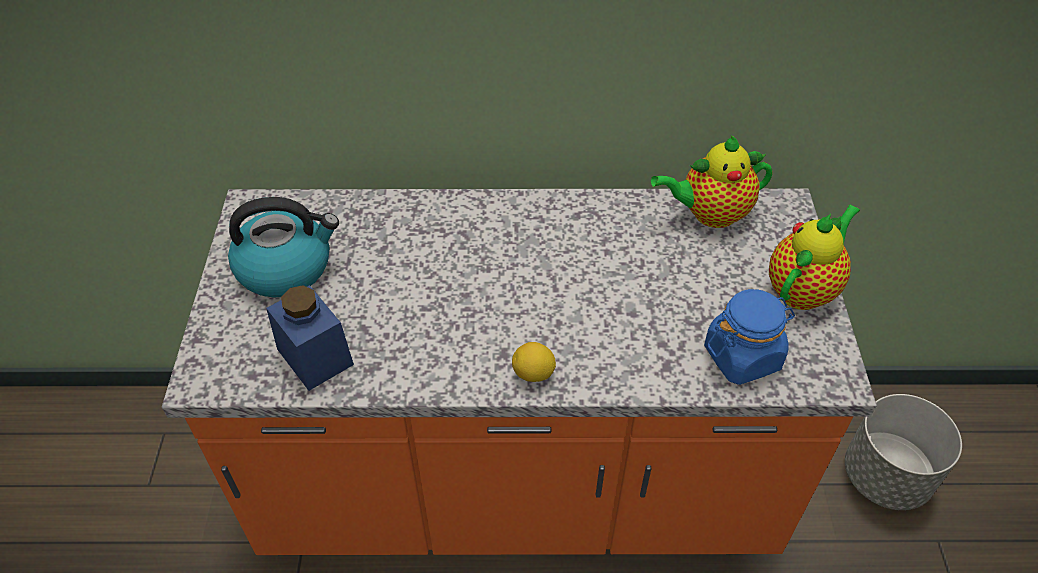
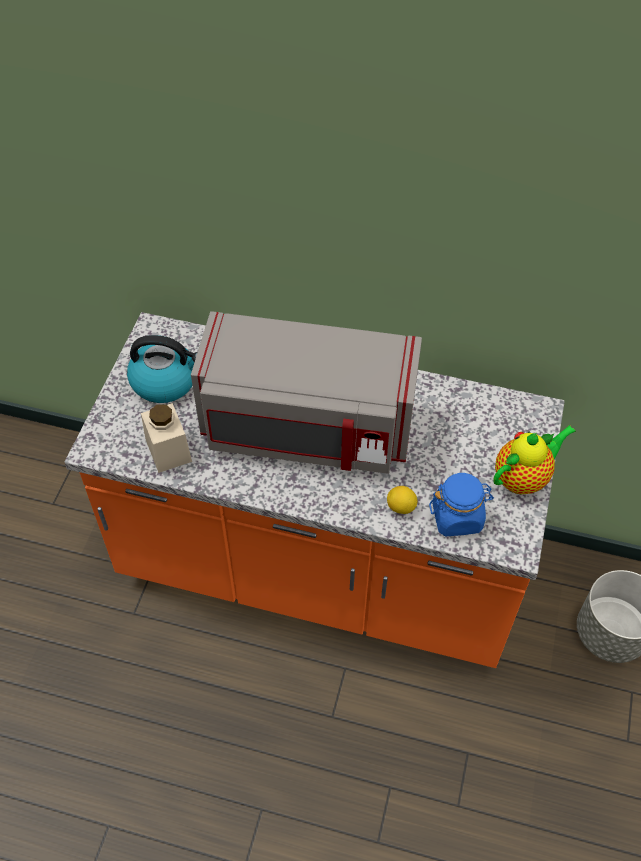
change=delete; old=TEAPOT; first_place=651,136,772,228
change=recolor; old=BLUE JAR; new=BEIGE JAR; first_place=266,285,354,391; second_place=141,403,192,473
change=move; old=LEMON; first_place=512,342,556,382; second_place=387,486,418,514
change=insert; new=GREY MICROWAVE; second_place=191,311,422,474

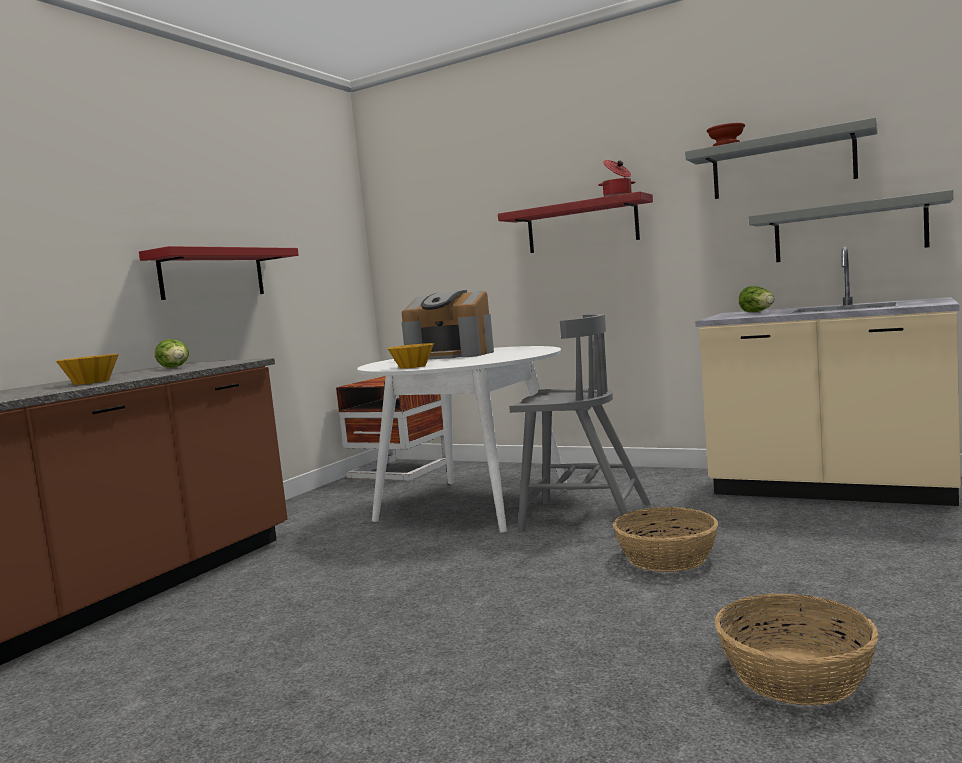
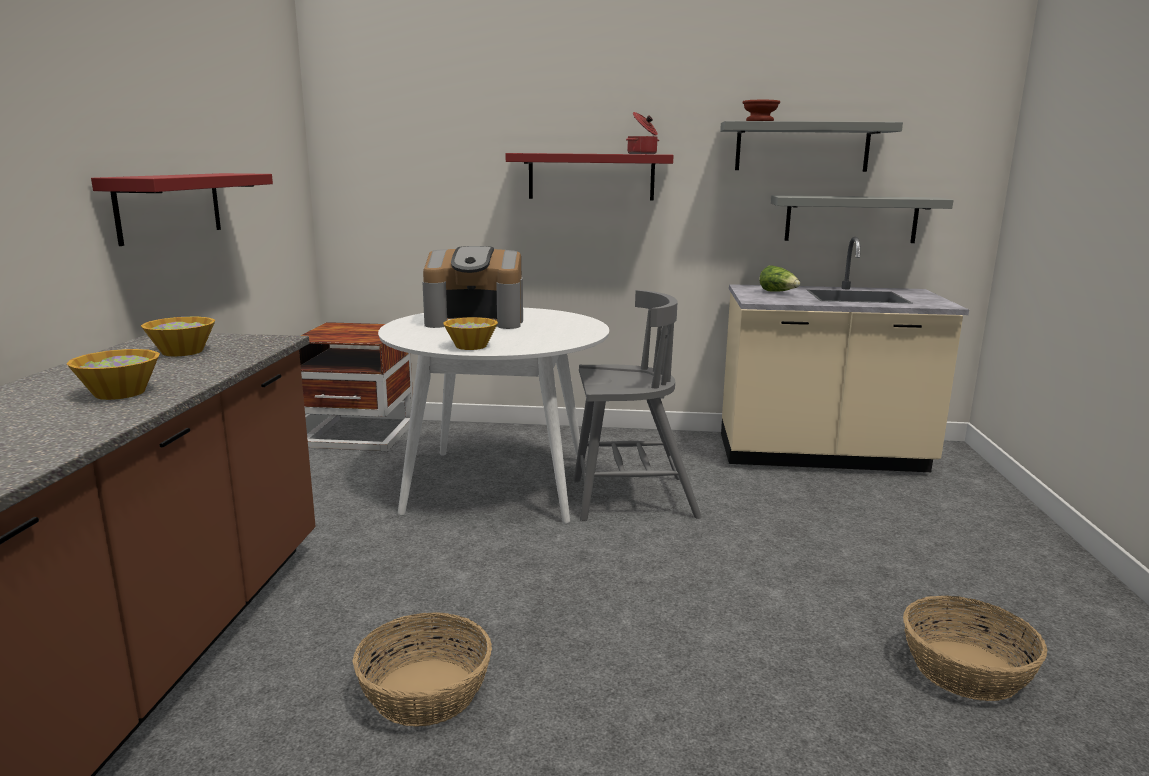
change=replace; old=LETTUCE; new=BOWL; first_place=155,339,189,368; second_place=141,317,215,356
change=move; old=BASKET; first_place=613,507,719,572; second_place=352,612,492,727

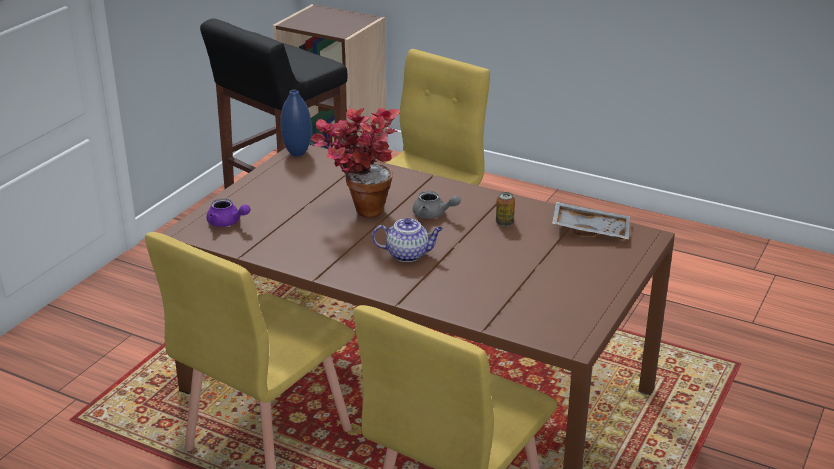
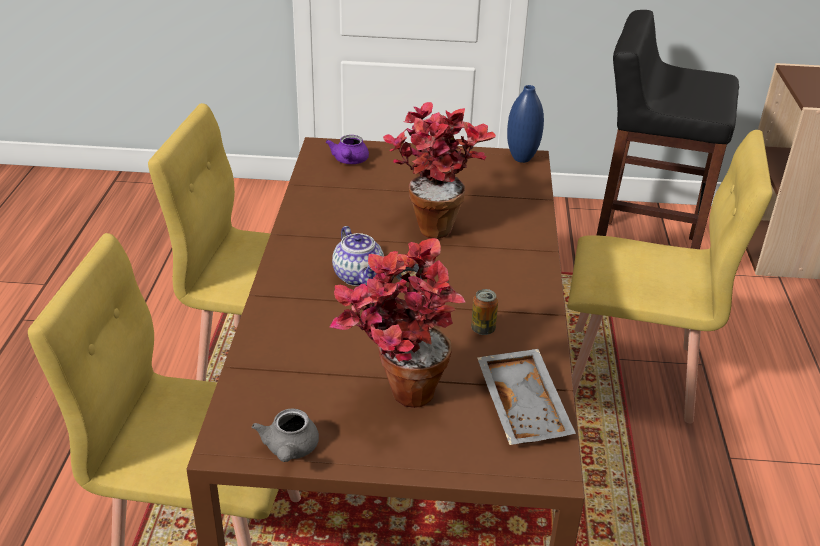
change=move; old=GREY TEAPOT; first_place=413,191,461,219; second_place=252,408,319,462
change=insert; new=POTTED PLANT; second_place=330,238,465,408

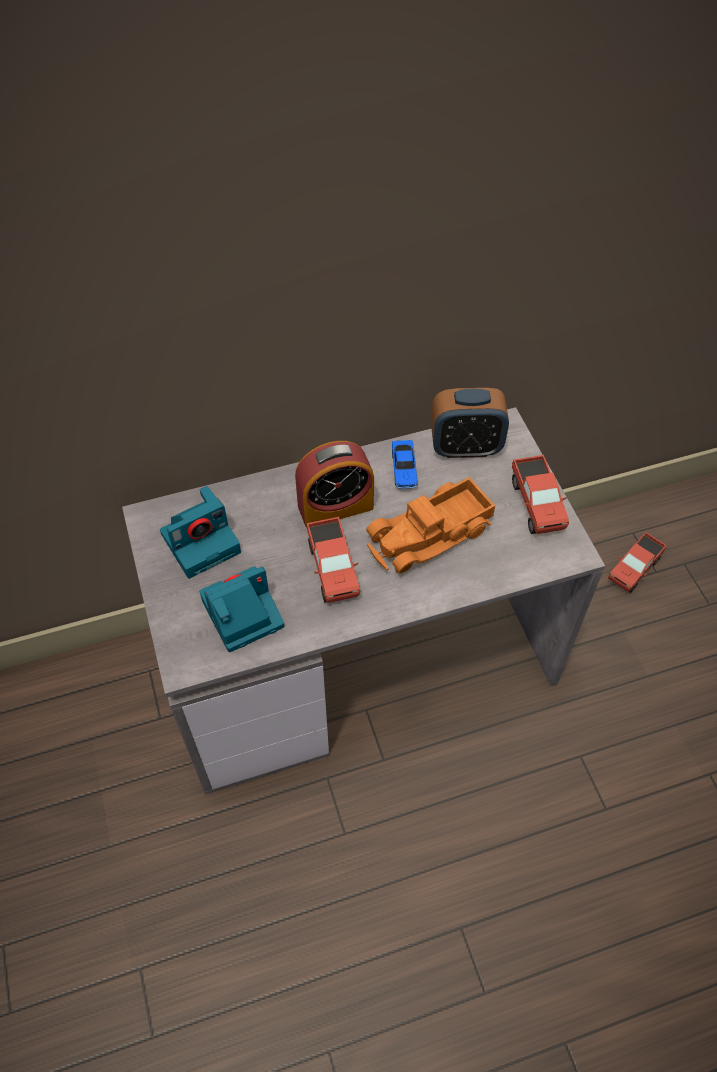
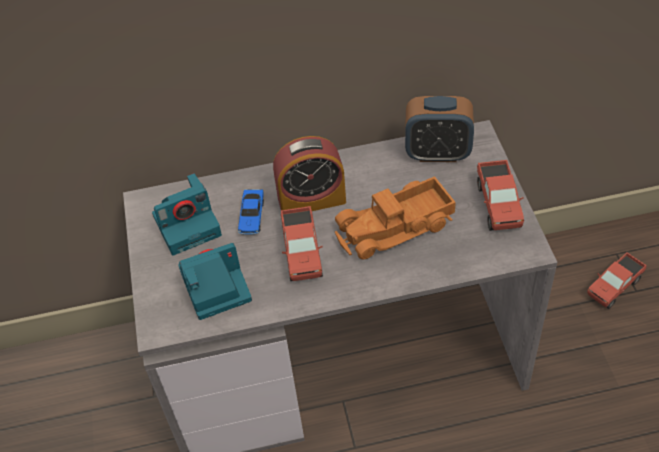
change=move; old=TOY CAR; first_place=392,440,418,489; second_place=238,190,264,235

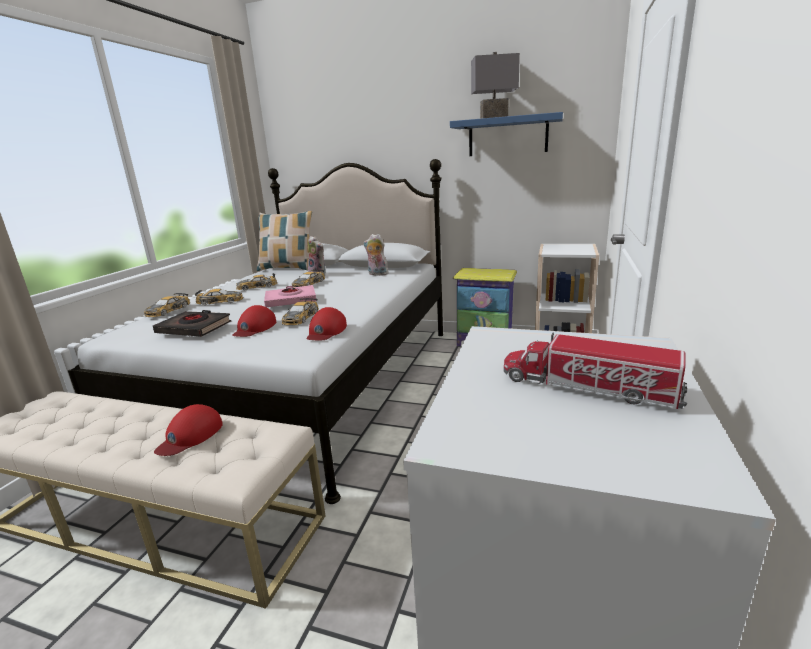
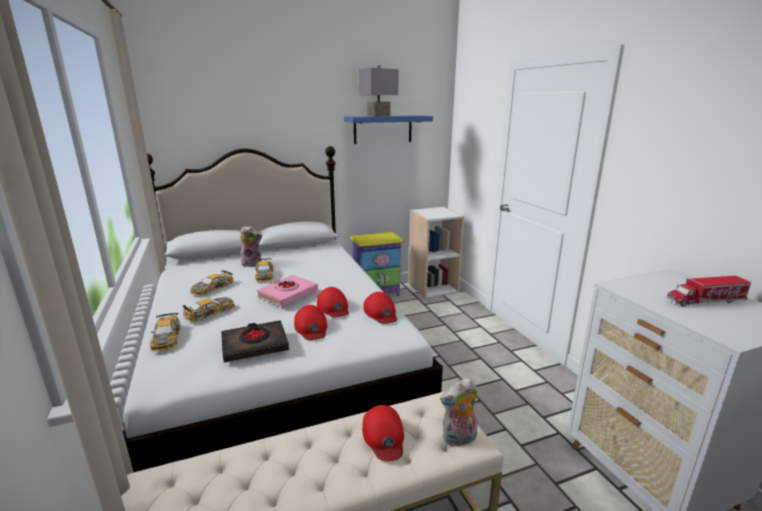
change=delete; old=PILLOW; first_place=257,211,312,271
change=move; old=PLUSH TOY; first_place=363,234,389,276; second_place=440,378,478,447
change=replace; old=TOY CAR; new=RED CAP; first_place=282,298,319,325; second_place=317,287,349,318

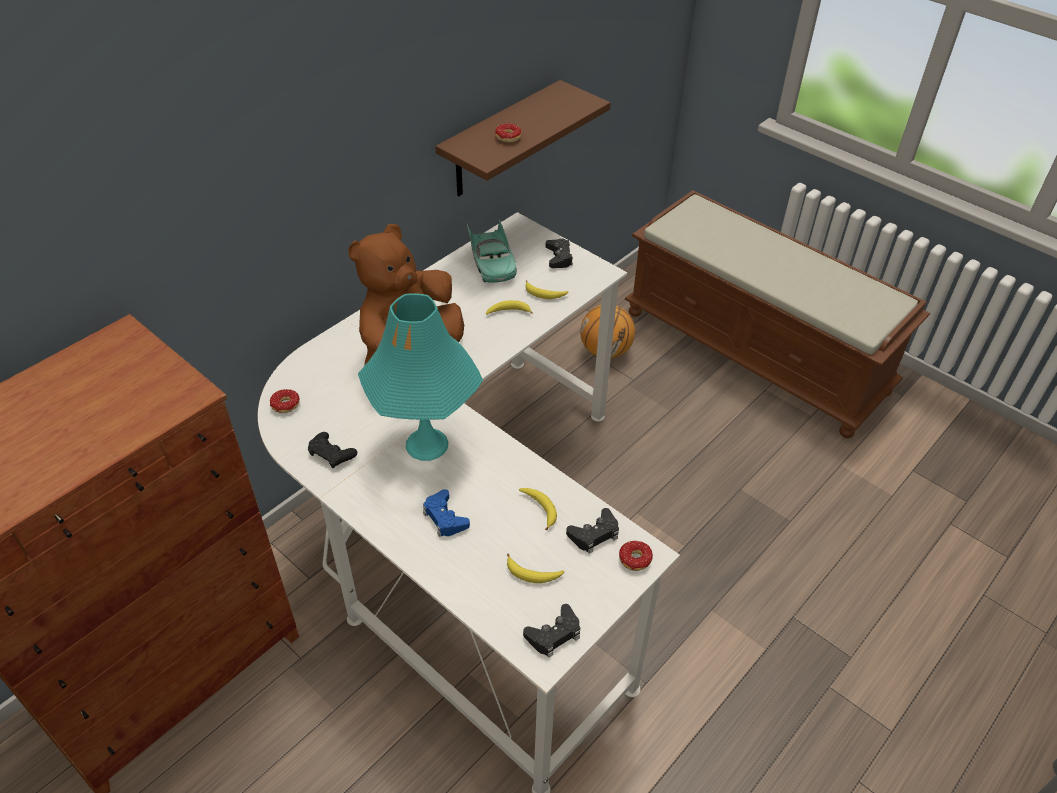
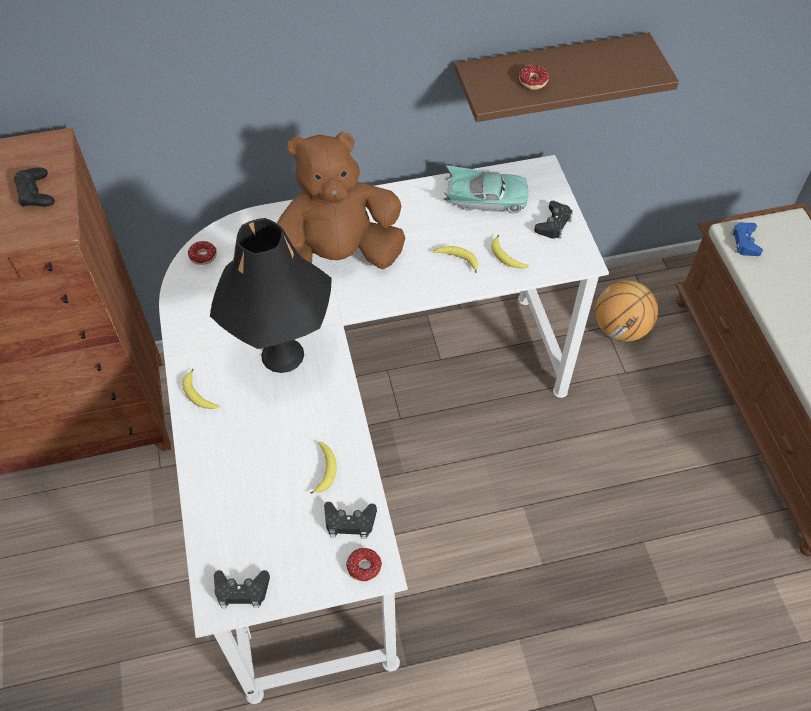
change=rotate; old=TURQUOISE TOY CAR; first_place=467,219,517,283; second_place=443,166,528,213; degrees=-105
change=recolor; old=TURQUOISE TABLE LAMP; new=BLACK TABLE LAMP; first_place=358,293,483,461; second_place=210,218,332,373
change=move; old=BLACK GAME CONTROLLER; first_place=308,432,357,468; second_place=14,167,55,207
change=move; old=BLUE GAME CONTROLLER; first_place=423,489,470,537; second_place=731,222,763,256
change=move; old=BANANA; first_place=507,553,564,583; second_place=182,369,220,409

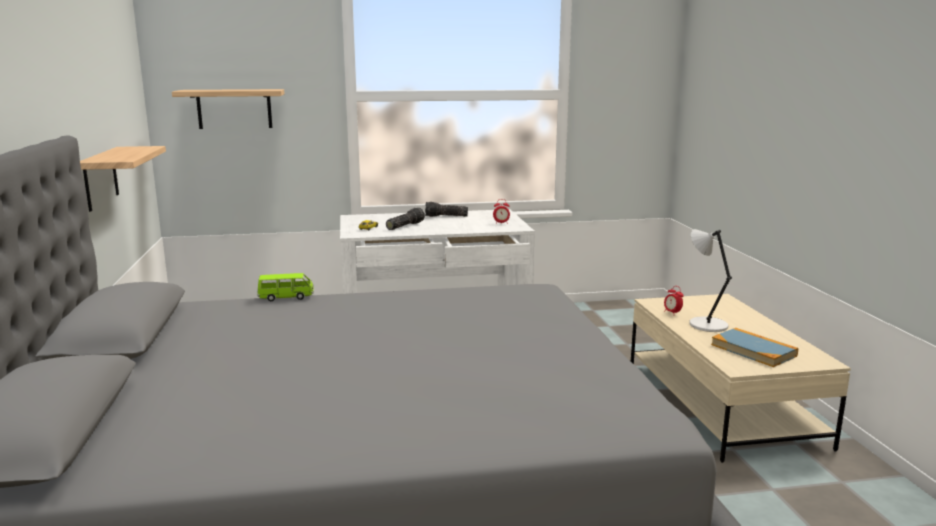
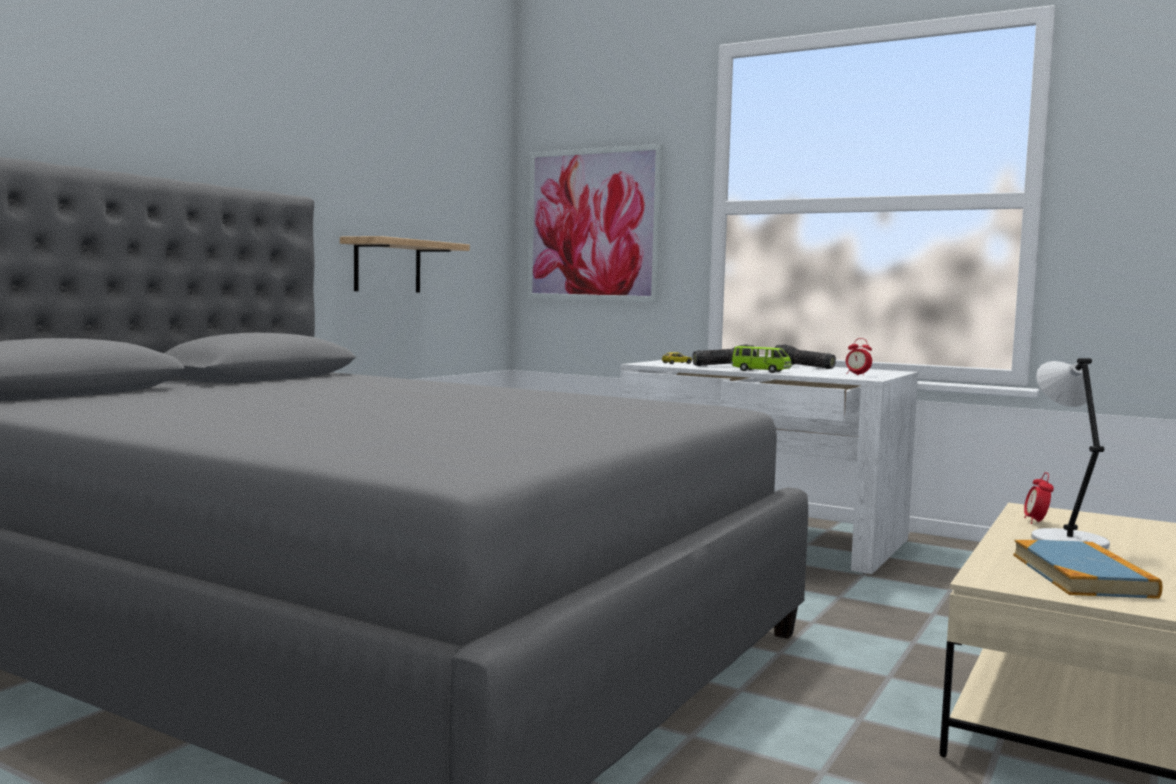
change=replace; old=SHELF; new=PICTURE; first_place=172,89,285,129; second_place=527,144,663,302
change=move; old=GREEN TOY CAR; first_place=257,273,314,301; second_place=731,346,792,373

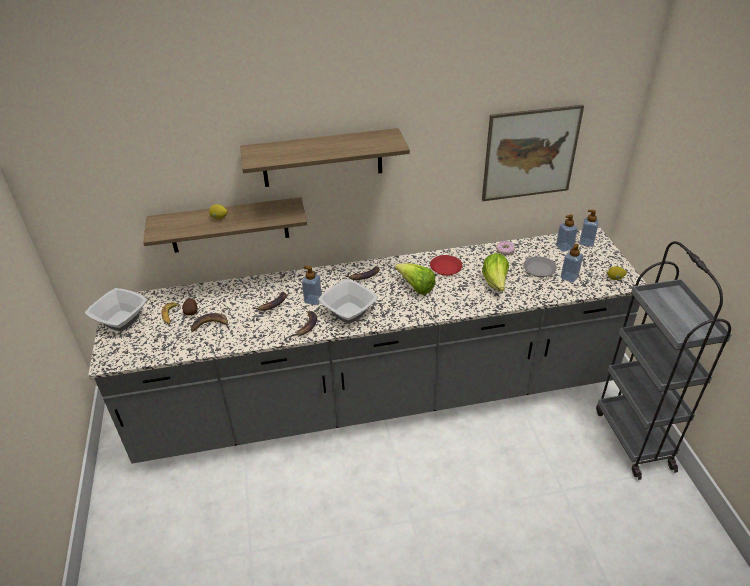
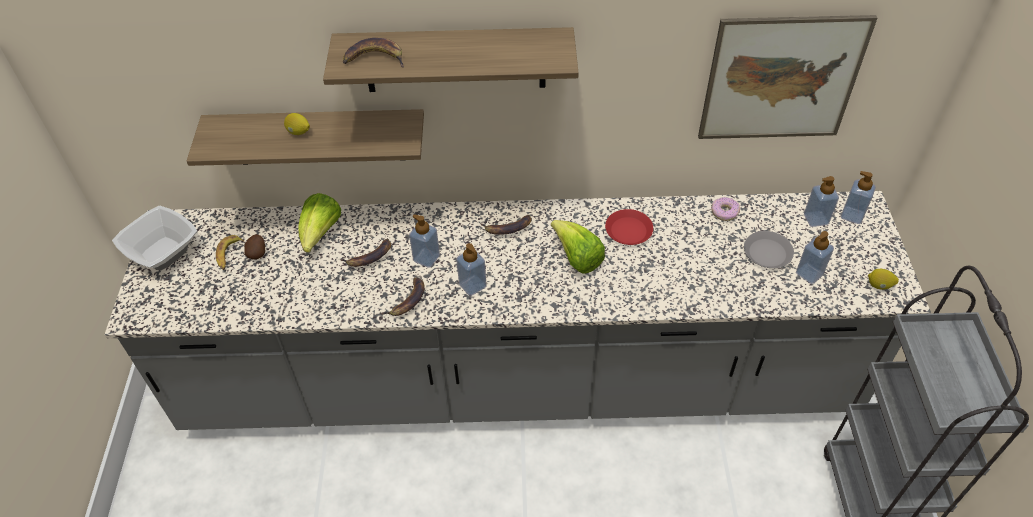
change=move; old=LETTUCE; first_place=482,253,509,291; second_place=298,193,341,253
change=replace; old=BOWL; new=SOAP DISPENSER; first_place=318,279,378,324; second_place=456,243,487,296
change=move; old=BANANA; first_place=191,313,230,332; second_place=343,38,404,68

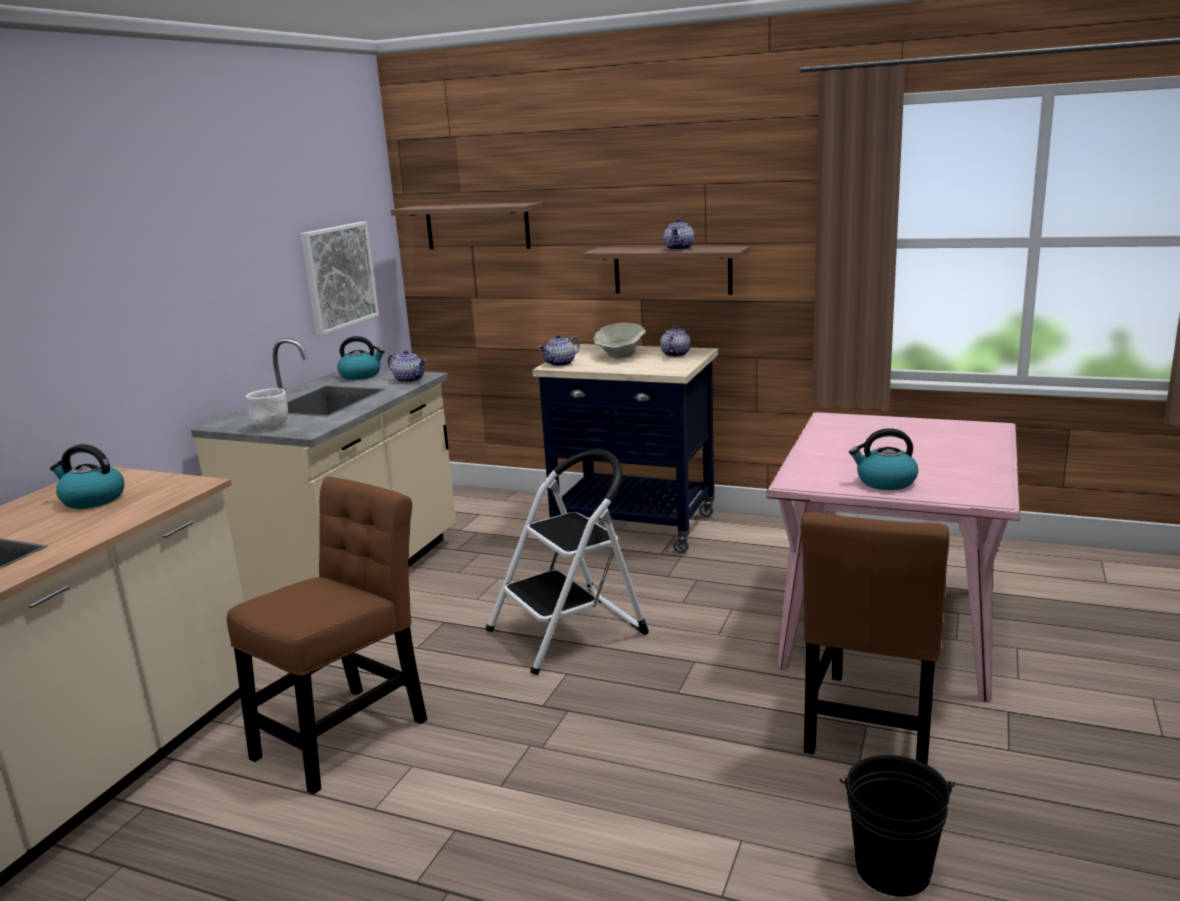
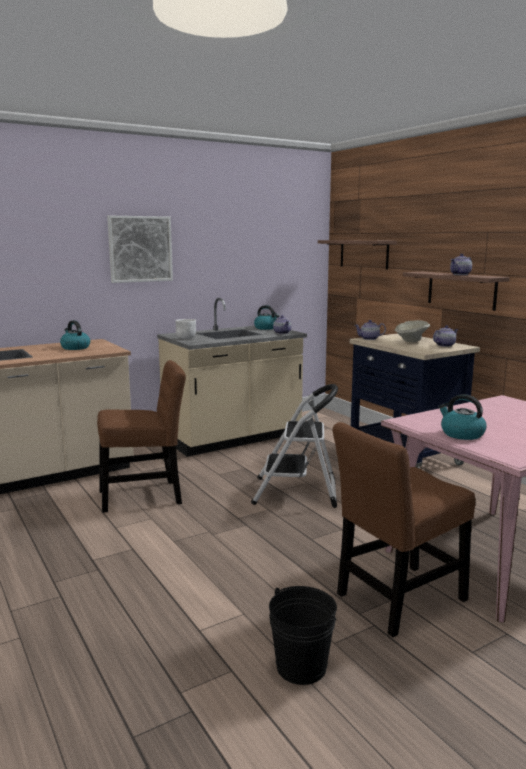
change=move; old=PICTURE; first_place=301,222,379,336; second_place=107,216,173,283

